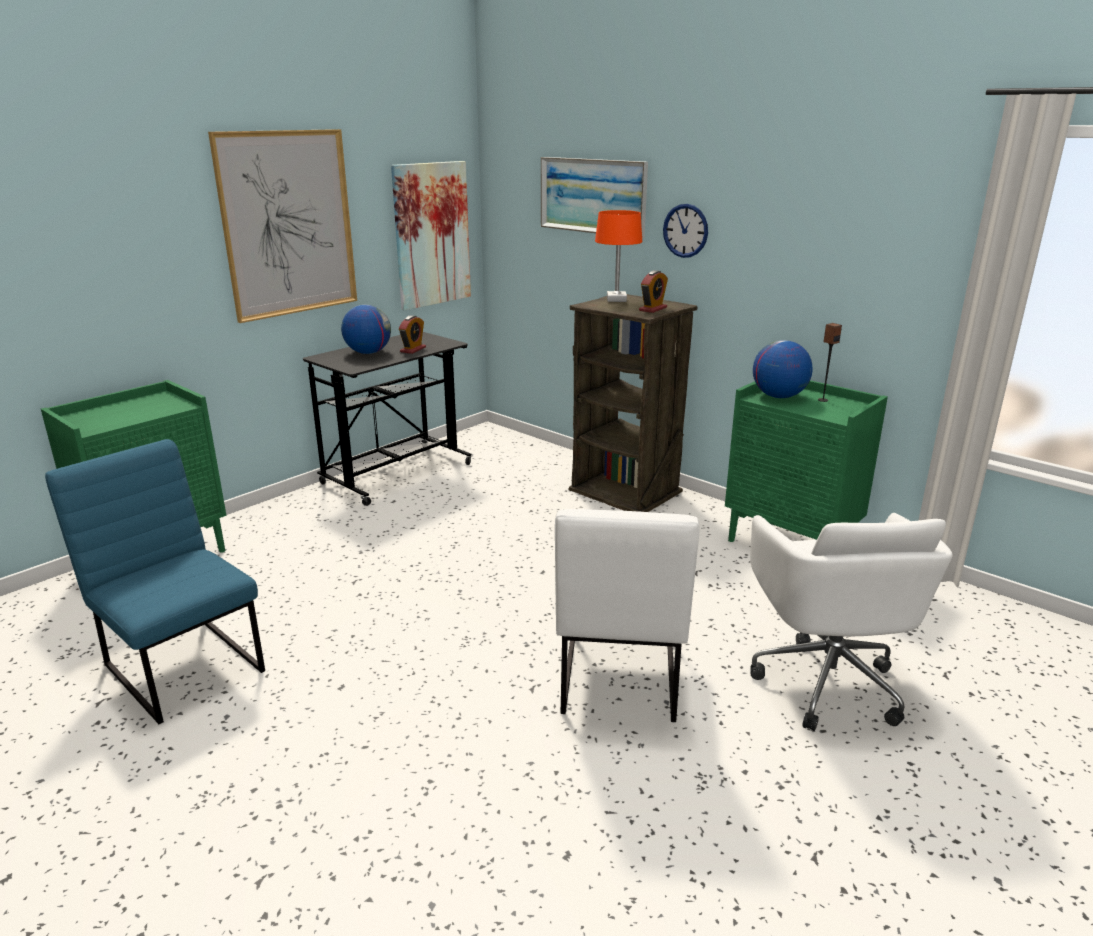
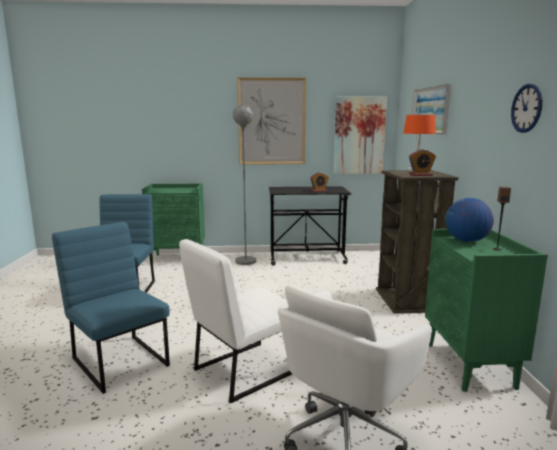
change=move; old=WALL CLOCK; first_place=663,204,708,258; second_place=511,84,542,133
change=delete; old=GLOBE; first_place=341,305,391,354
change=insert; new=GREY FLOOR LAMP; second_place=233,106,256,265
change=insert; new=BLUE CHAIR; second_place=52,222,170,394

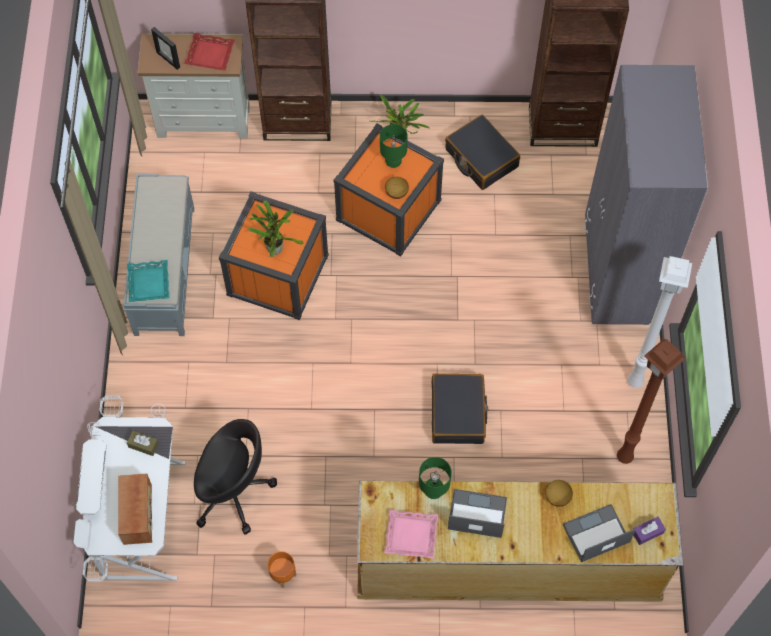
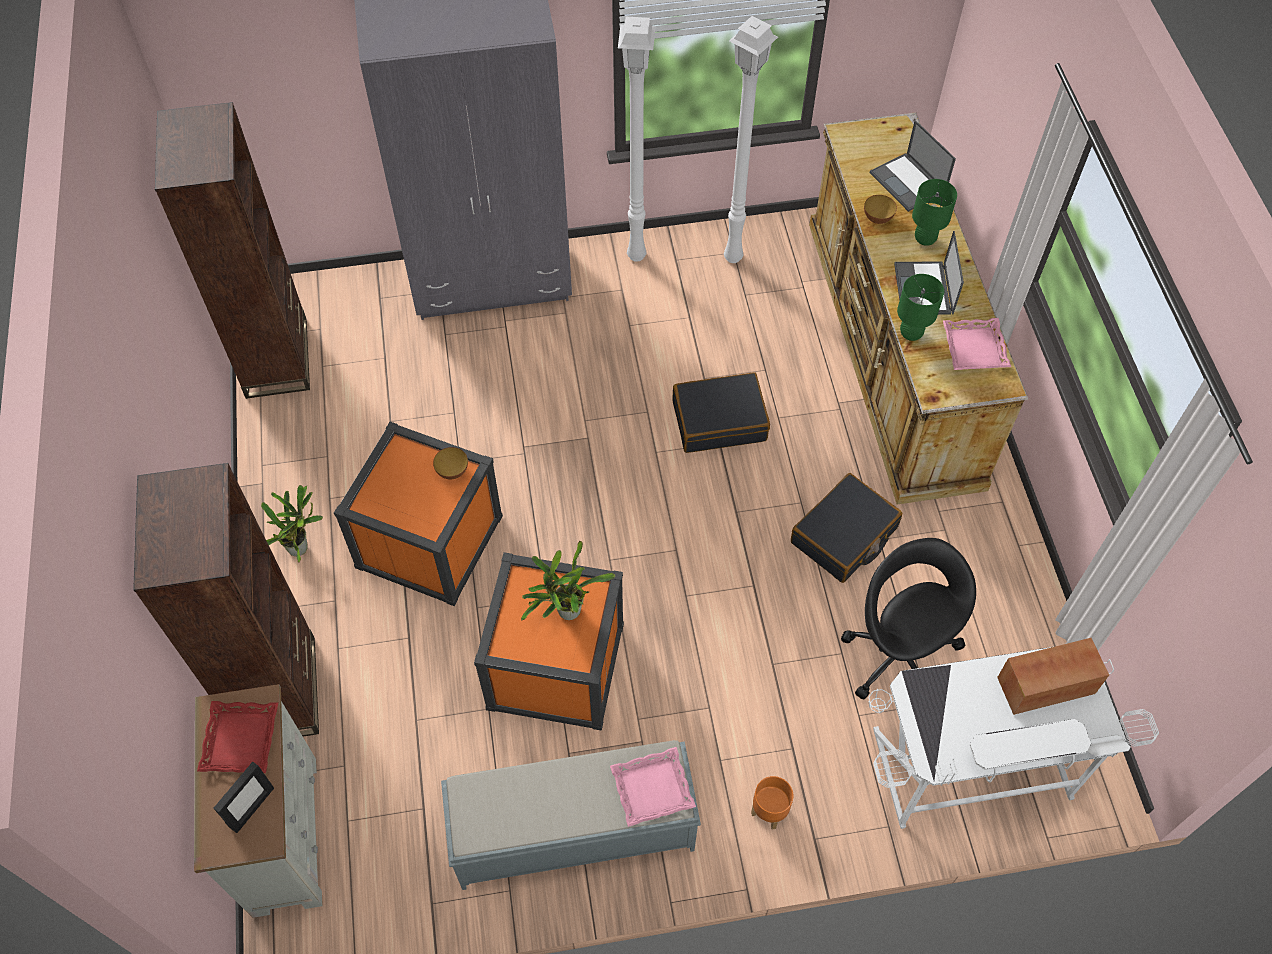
change=move; old=BLACK SUITCASE; first_place=445,115,520,190; second_place=791,473,902,583
change=move; old=GREEN TABLE LAMP; first_place=380,124,408,168; second_place=912,179,957,246
change=recolor; old=TURQUOISE TRAY; new=PINK TRAY; first_place=127,260,170,302; second_place=610,747,696,827
change=recolor; old=BROWN FLOOR LAMP; new=WHITE FLOOR LAMP; first_place=617,338,686,464; second_place=724,16,778,263
change=rotate; old=BLACK OFFICE CHAIR; first_place=194,419,277,535; second_place=841,538,976,699; degrees=-45
change=delete; old=BROWN TISSUE BOX; first_place=127,431,159,456
change=delete; old=PURPLE TISSUE BOX; first_place=634,517,666,545
change=move; old=ORANGE PLANTER; first_place=268,551,296,588; second_place=751,776,793,829

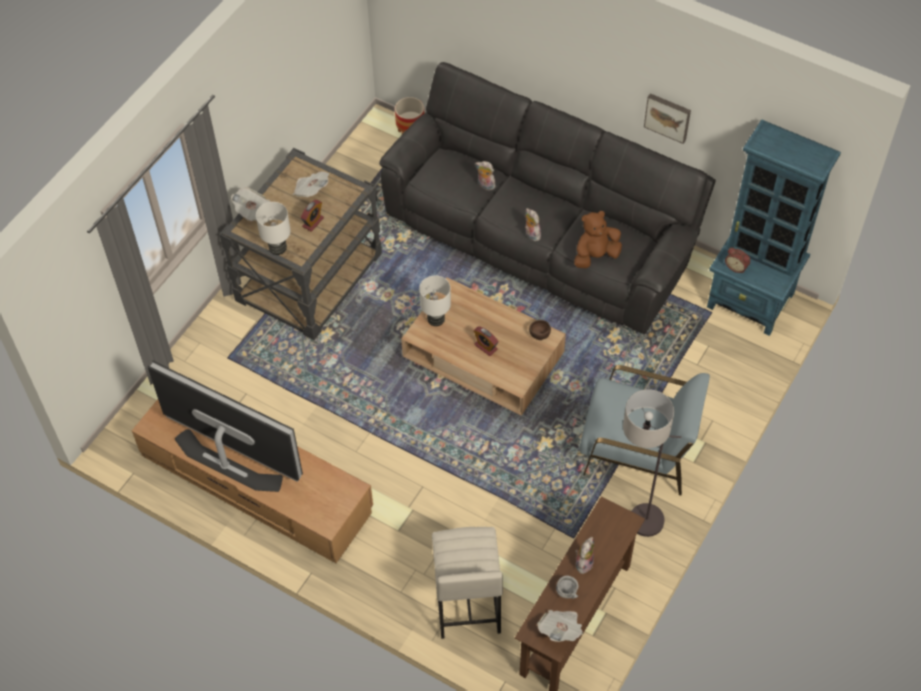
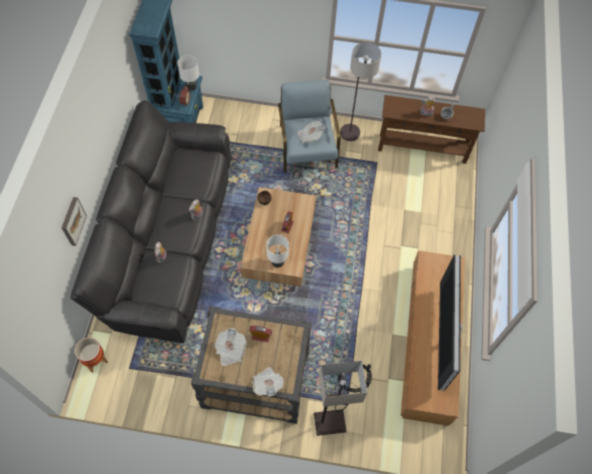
change=move; old=PICTURE; first_place=644,93,691,144; second_place=62,197,87,246
change=move; old=WHITE TABLE LAMP; first_place=256,202,291,255; second_place=177,55,199,91
change=delete; old=BROWN PLUSH TOY; first_place=574,211,622,268
change=delete; old=BEIGE STOOL; first_place=432,527,503,639
change=move; old=NEWSPAPER; first_place=537,610,583,642; second_place=297,121,325,143
change=insert; new=FLOOR LAMP; second_place=314,360,372,436

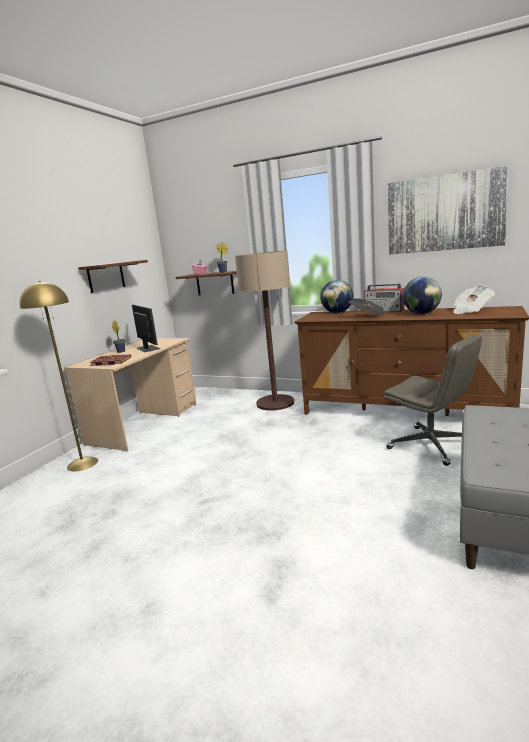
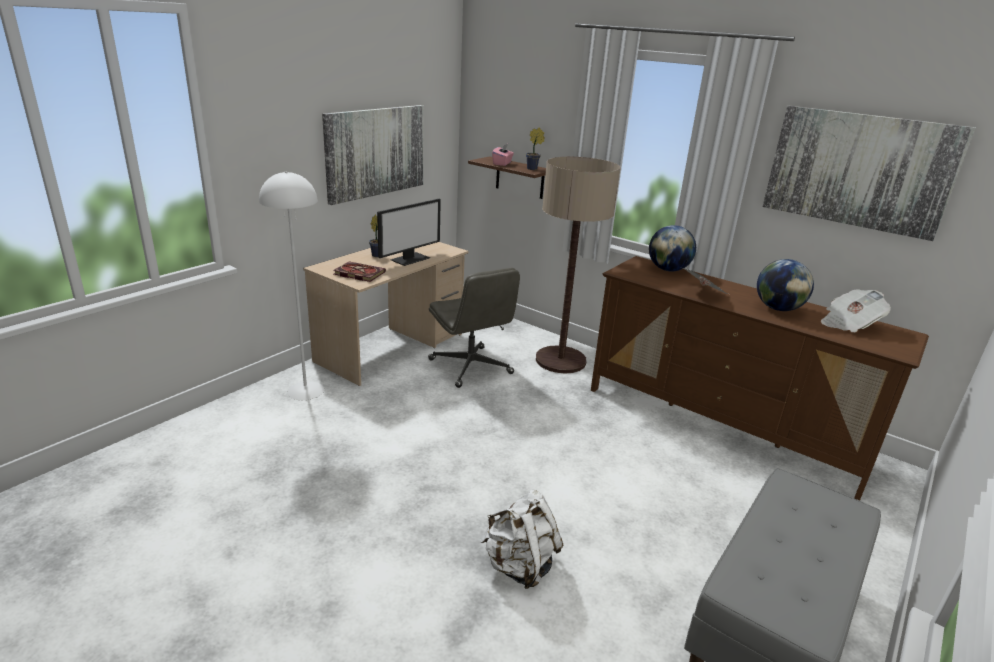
change=replace; old=SHELF; new=PICTURE; first_place=78,260,148,293; second_place=322,105,424,205
change=recolor; old=YELLOW FLOOR LAMP; new=WHITE FLOOR LAMP; first_place=20,281,98,471; second_place=259,171,324,400
change=delete; old=RADIO; first_place=364,284,405,312
change=rotate; old=MONITOR; first_place=132,305,160,352; second_place=377,199,441,266; degrees=60
change=move; old=GREY OFFICE CHAIR; first_place=384,335,482,466; second_place=428,268,520,388
change=insert; new=WHITE BACKPACK; second_place=481,490,563,589

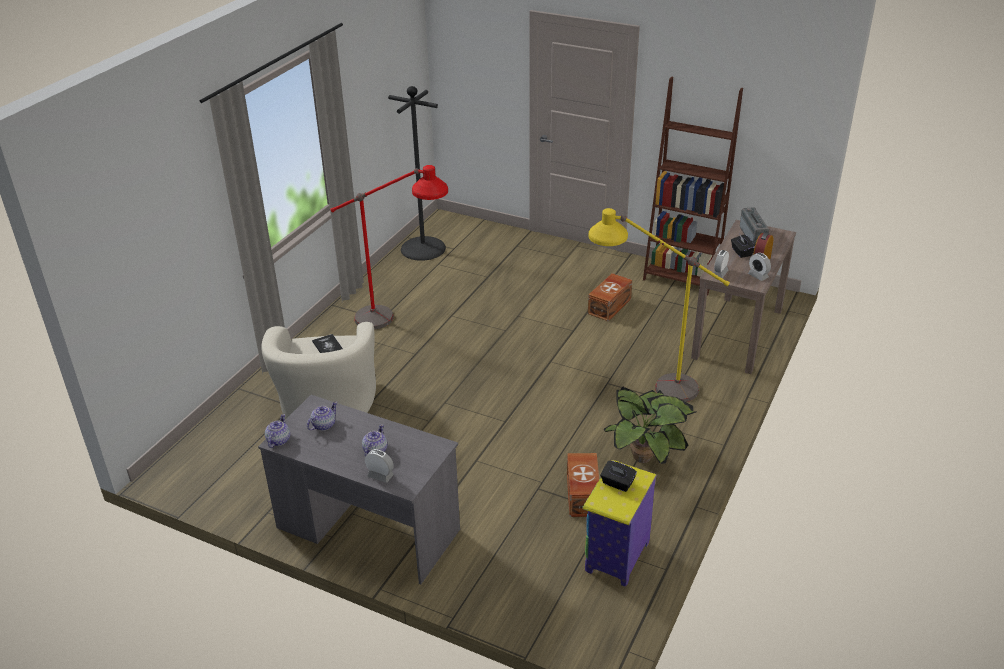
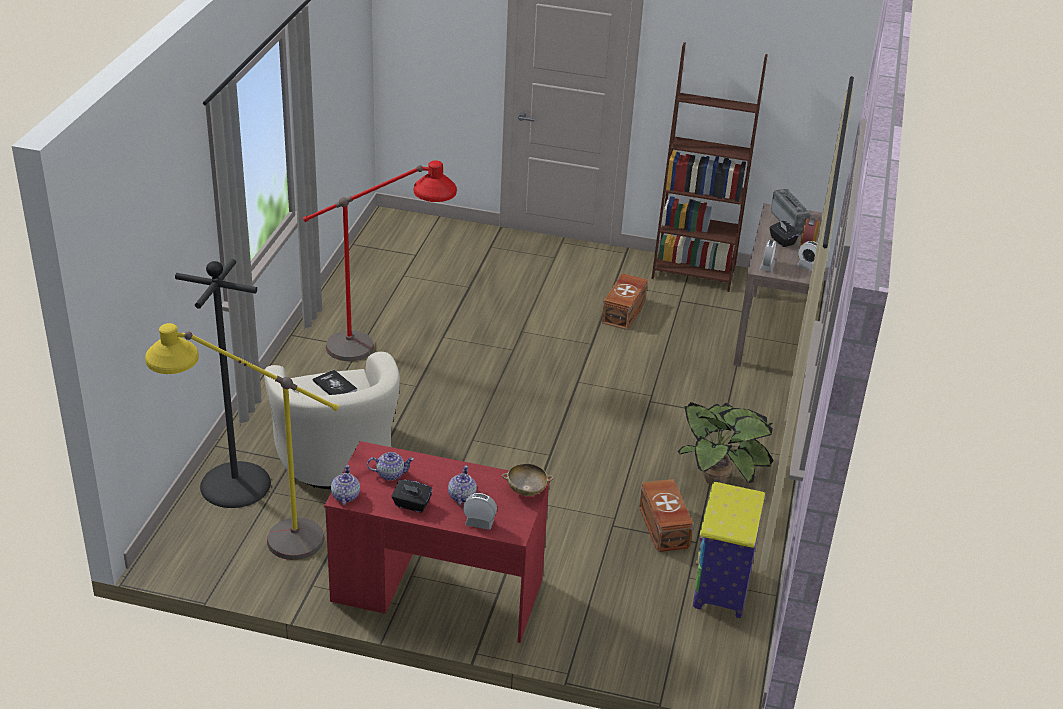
change=move; old=BLACK CLOTHES RACK; first_place=388,86,446,261; second_place=175,259,271,508
change=move; old=YELLOW FLOOR LAMP; first_place=588,208,730,402; second_place=145,323,339,560
change=recolor; old=GREY DESK; new=RED DESK; first_place=258,395,460,584; second_place=324,441,550,643
change=rotate; old=TEAPOT; first_place=307,401,337,431; second_place=367,452,414,481; degrees=60
change=move; old=BLACK TISSUE BOX; first_place=600,461,637,492; second_place=392,480,432,513
change=insert; new=BEIGE BOWL; second_place=502,464,554,496

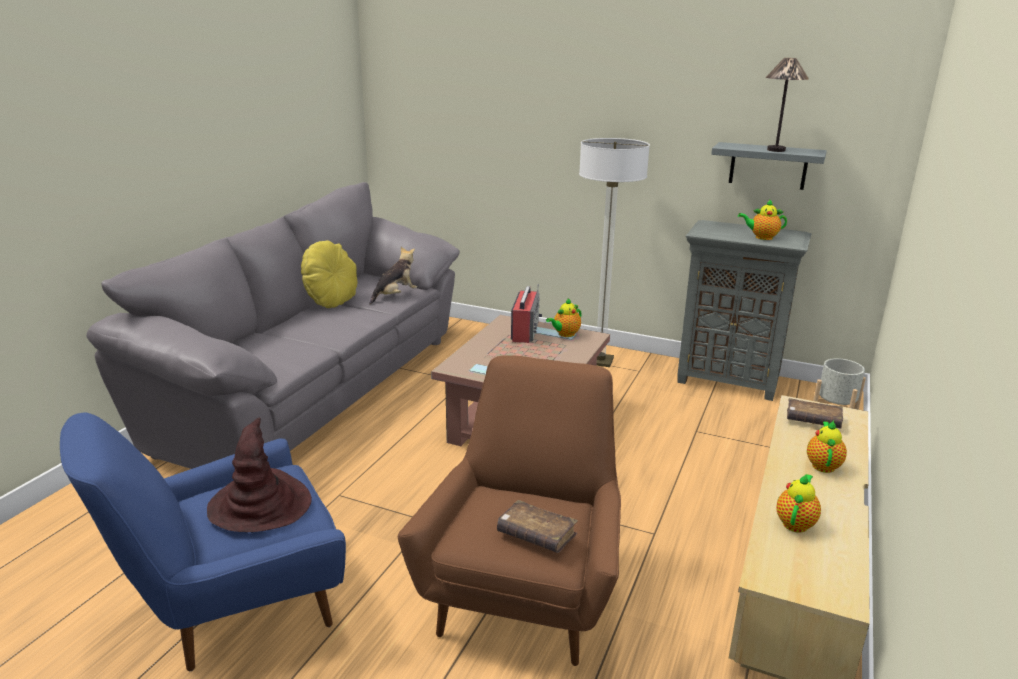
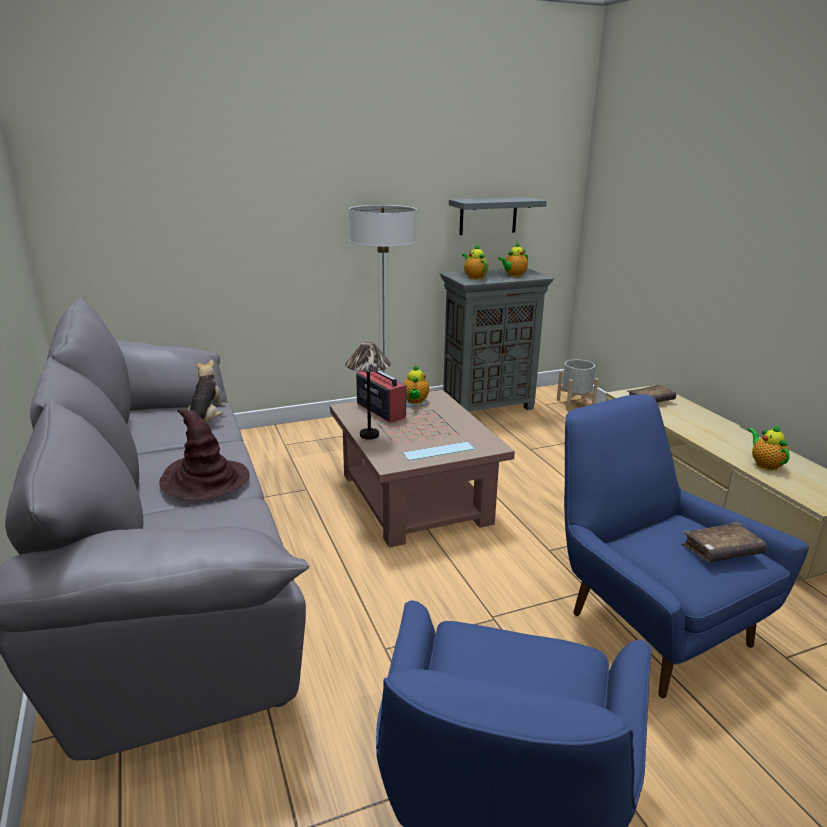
change=move; old=TABLE LAMP; first_place=766,58,809,152; second_place=345,342,391,440
change=delete; old=YELLOW PILLOW; first_place=301,241,357,308
change=recolor; old=BROWN ARMCHAIR; new=BLUE ARMCHAIR; first_place=398,355,621,666; second_place=564,394,809,698
change=move; old=BROWN HAT; first_place=207,418,312,532; second_place=160,410,250,501
change=move; old=TEAPOT; first_place=807,420,847,473; second_place=462,244,488,280

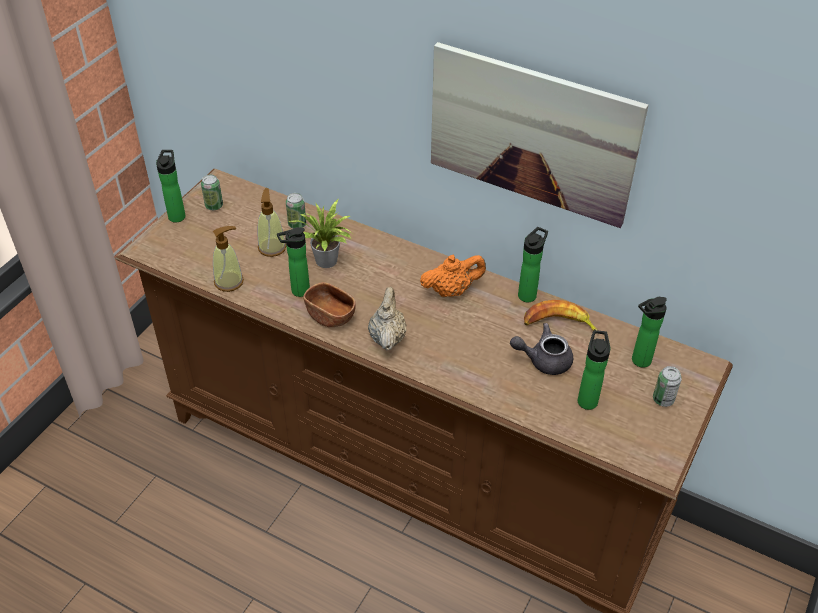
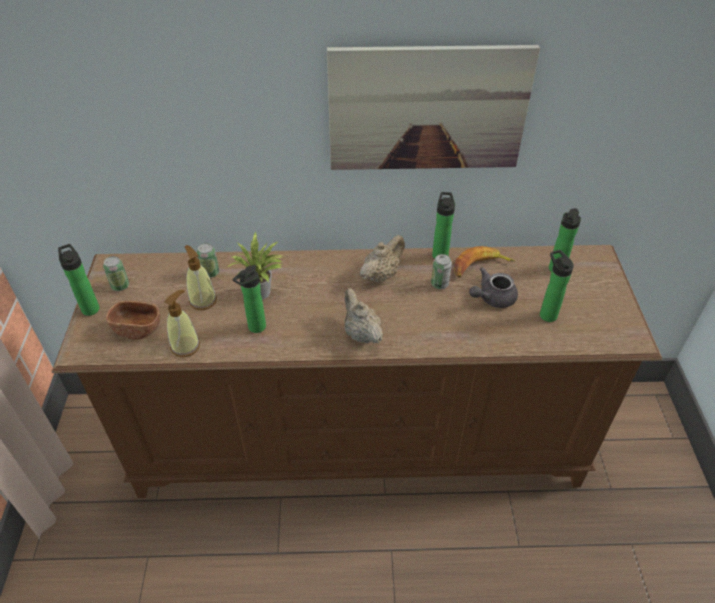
change=recolor; old=ORANGE TEAPOT; new=BEIGE TEAPOT; first_place=420,255,486,297; second_place=360,235,405,283
change=move; old=BROWN BOWL; first_place=303,282,356,327; second_place=106,301,160,340
change=move; old=CAN; first_place=653,366,682,407; second_place=431,254,452,289

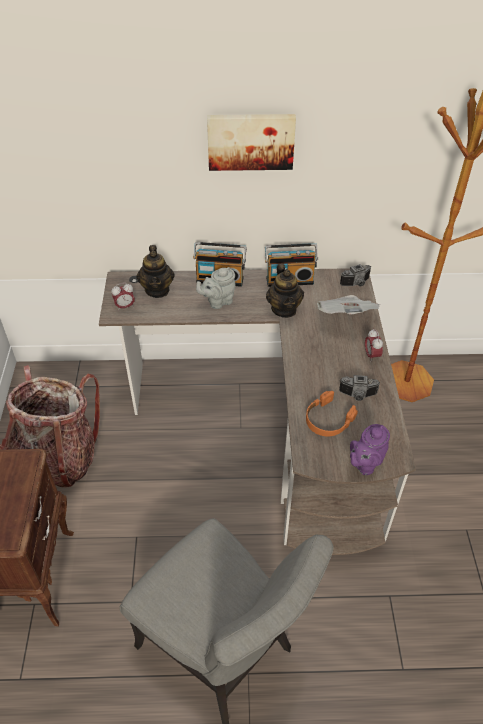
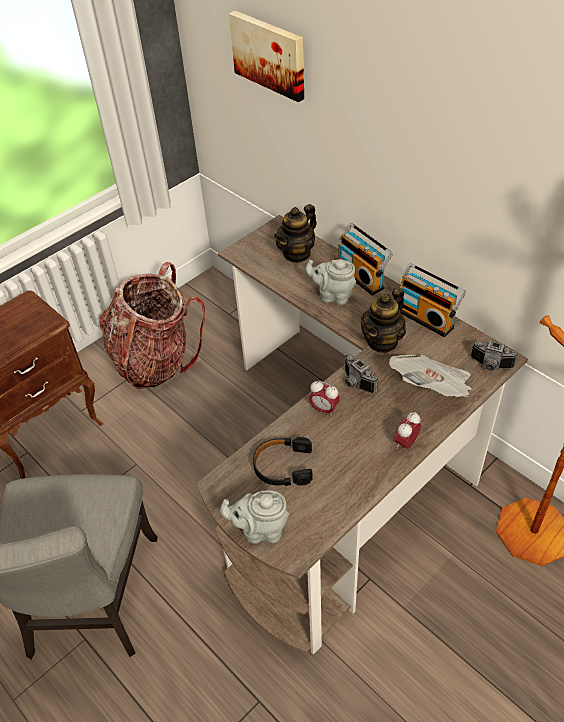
change=move; old=PICTURE; first_place=207,114,296,171; second_place=229,11,304,102
change=move; old=ALARM CLOCK; first_place=111,283,135,311; second_place=309,381,340,416
change=move; old=PHOTO CAMERA; first_place=339,375,380,401; second_place=345,355,378,393
change=recolor; old=ORANGE HEADPHONES; new=BLACK HEADPHONES; first_place=306,391,358,436; second_place=253,437,313,486
change=recolor; old=PURPLE TEAPOT; new=GREY TEAPOT; first_place=350,424,390,475; second_place=220,490,289,544

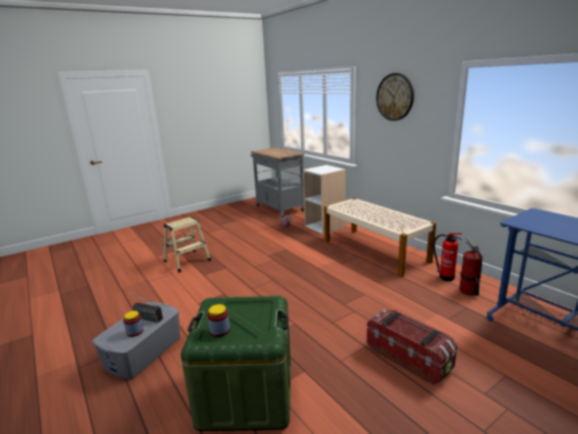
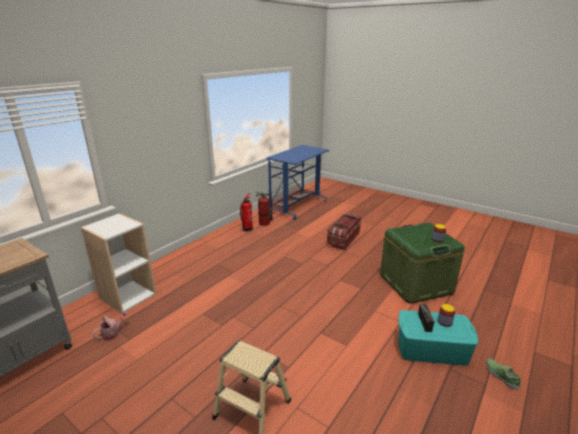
change=delete; old=WALL CLOCK; first_place=376,73,414,121
change=delete; old=BEIGE BENCH; first_place=324,198,436,277
change=recolor; old=GREY STORAGE BOX; new=TURQUOISE STORAGE BOX; first_place=92,302,180,380; second_place=398,310,478,366
change=insert; new=SHOE; second_place=486,358,522,389

